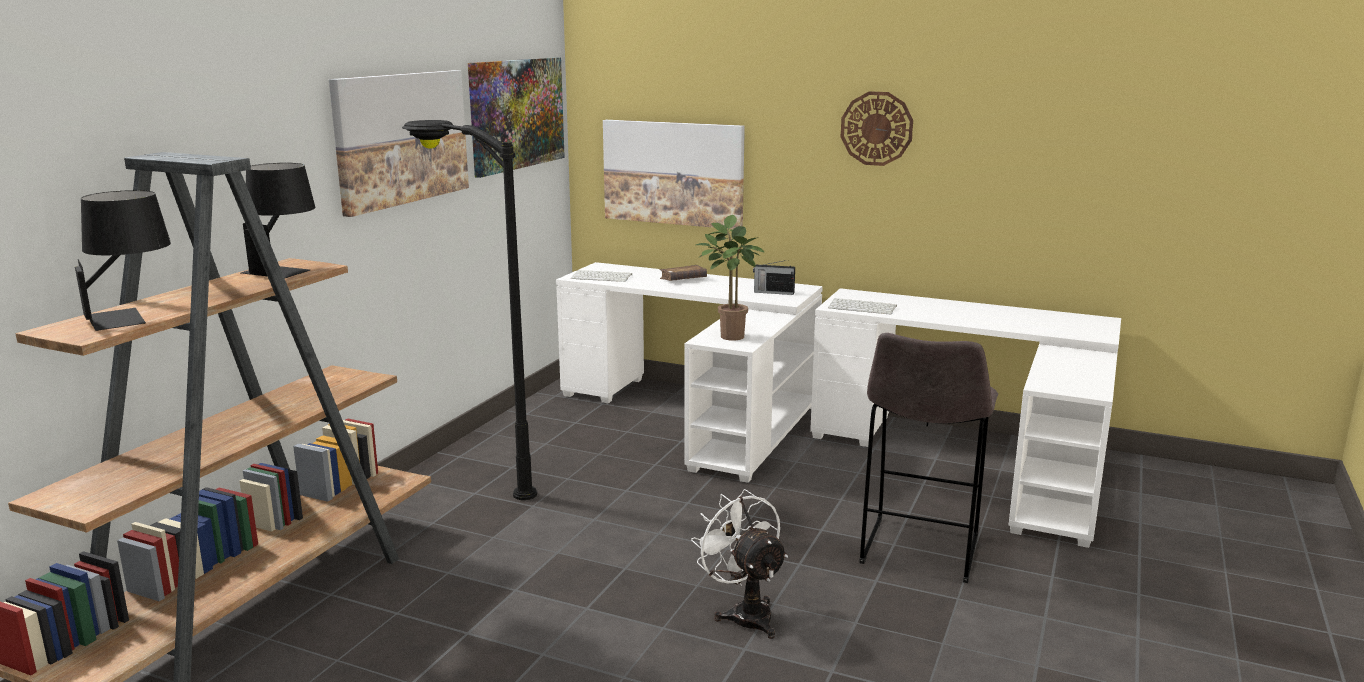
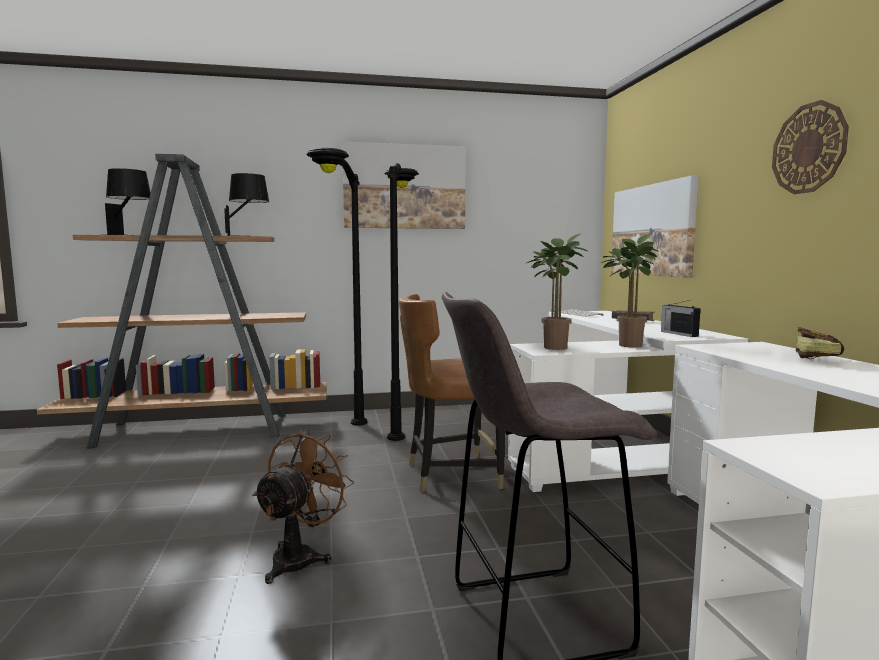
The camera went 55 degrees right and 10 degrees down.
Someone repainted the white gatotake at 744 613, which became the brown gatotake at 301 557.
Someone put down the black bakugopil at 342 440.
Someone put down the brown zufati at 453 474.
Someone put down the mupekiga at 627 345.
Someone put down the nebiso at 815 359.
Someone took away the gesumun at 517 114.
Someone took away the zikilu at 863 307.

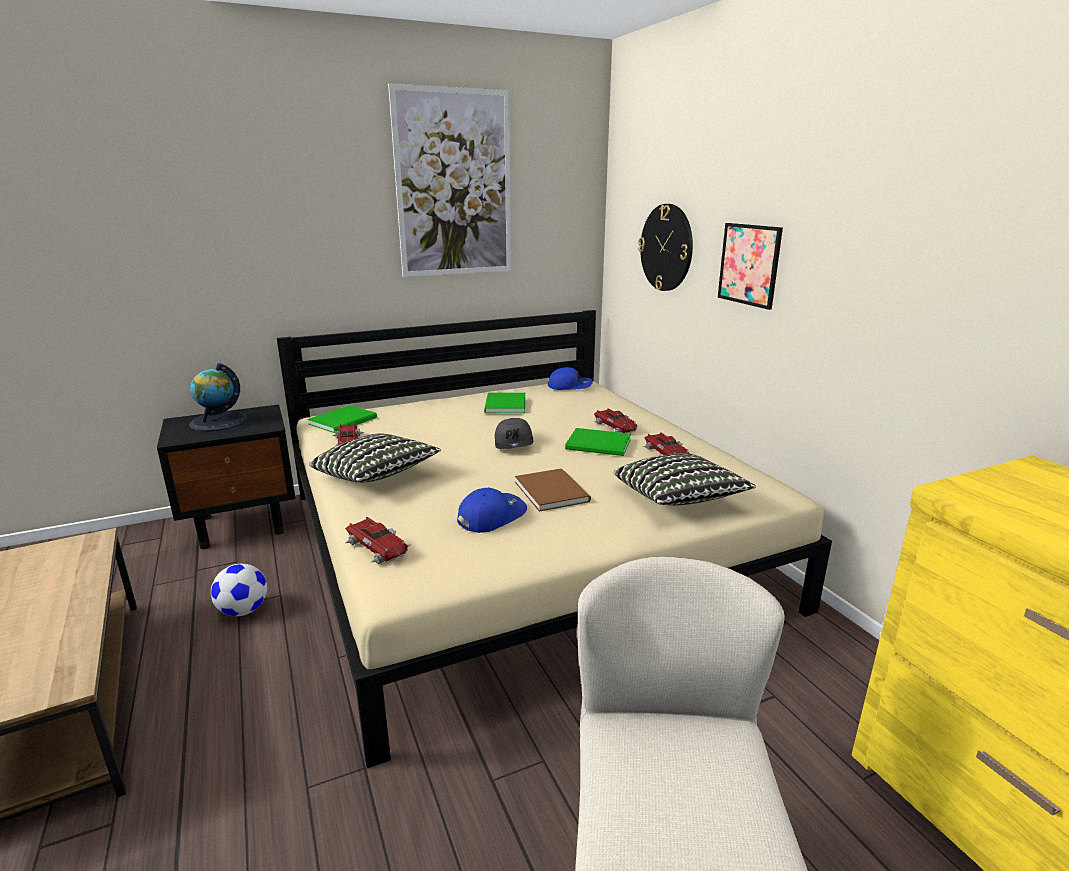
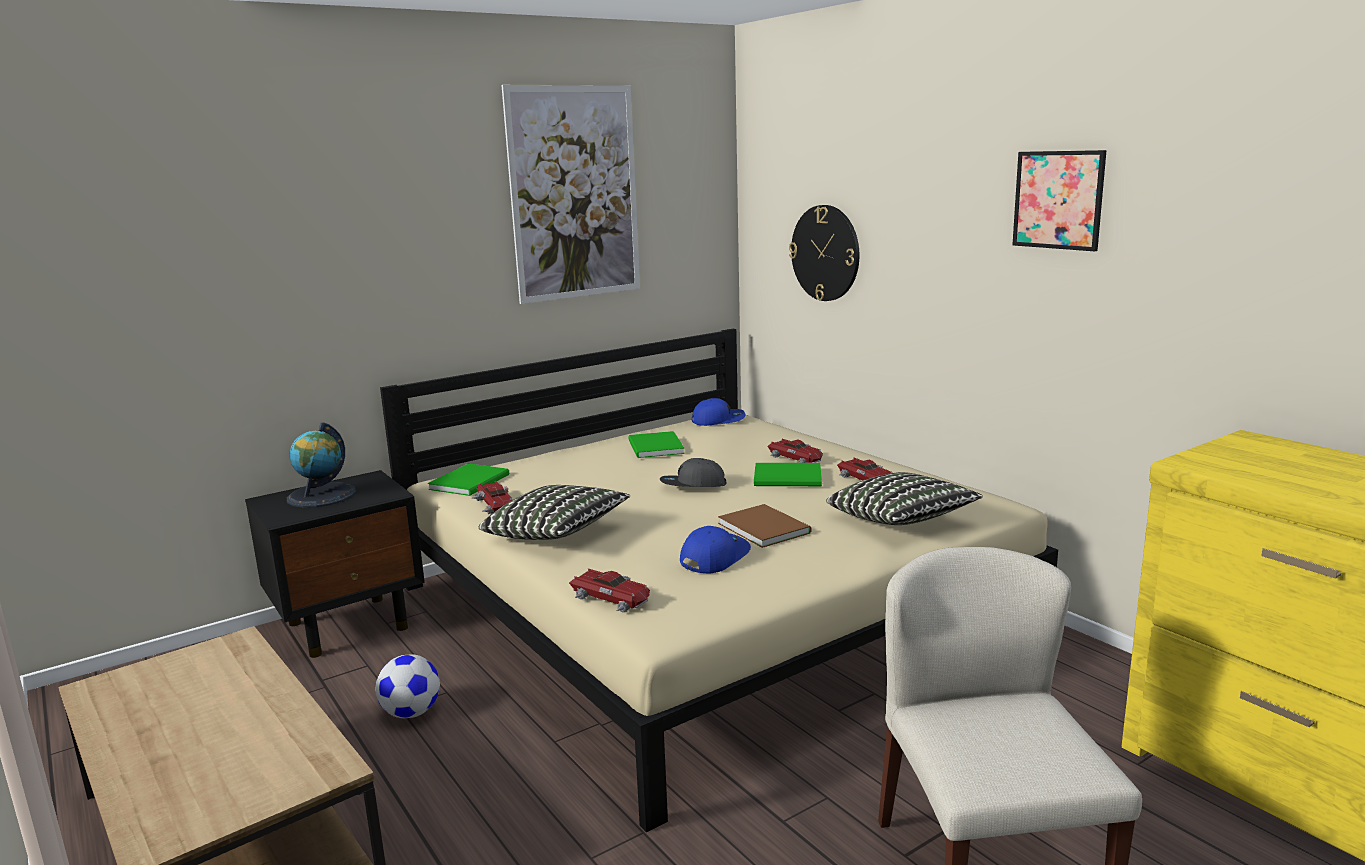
The camera went 10 degrees left and 5 degrees down.
Someone rotated the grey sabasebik at 514 443 by 105 degrees clockwise.
Someone carried the gesumun from 749 264 to 1058 200.

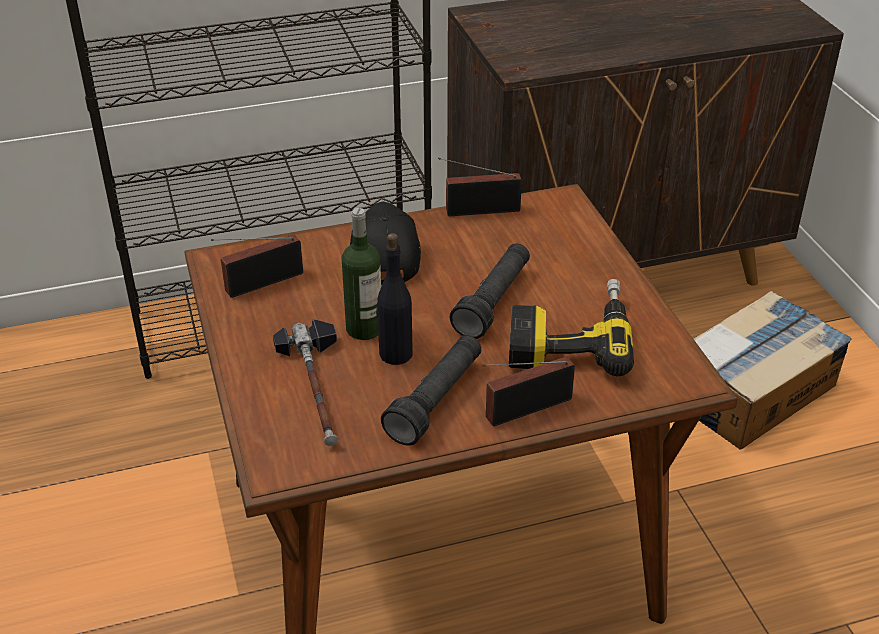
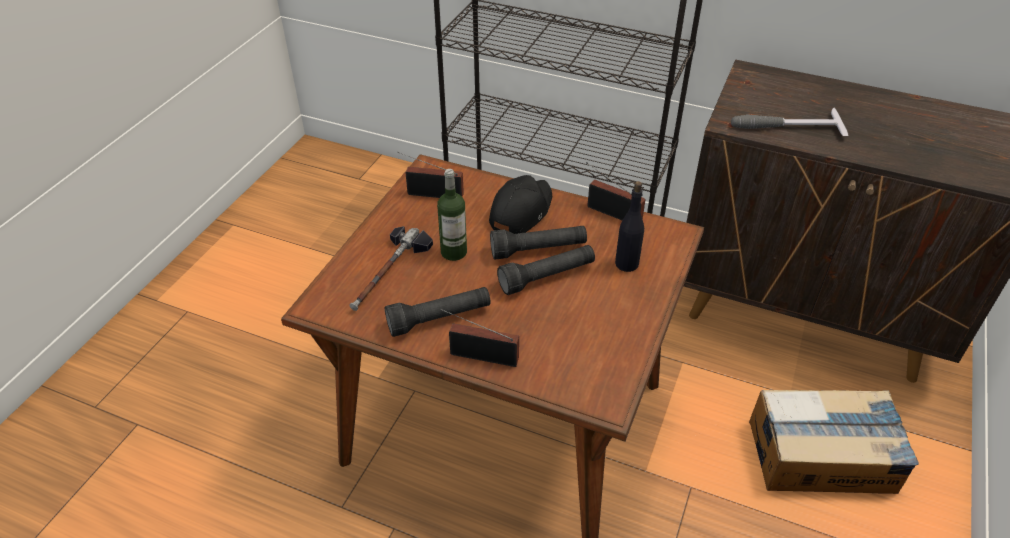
The camera went 40 degrees right and 5 degrees up.
Someone put down the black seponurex at 538 250.
Someone carried the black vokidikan from 395 354 to 626 263.
Someone put down the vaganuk at 784 126.
Someone took away the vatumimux at 569 338.

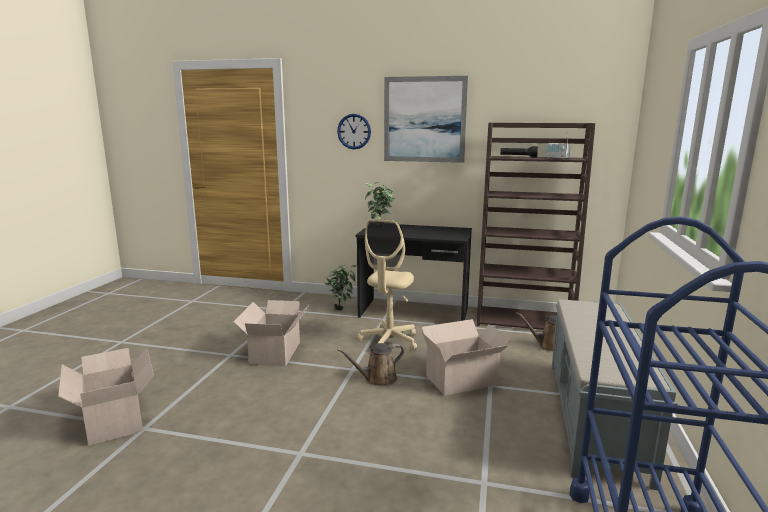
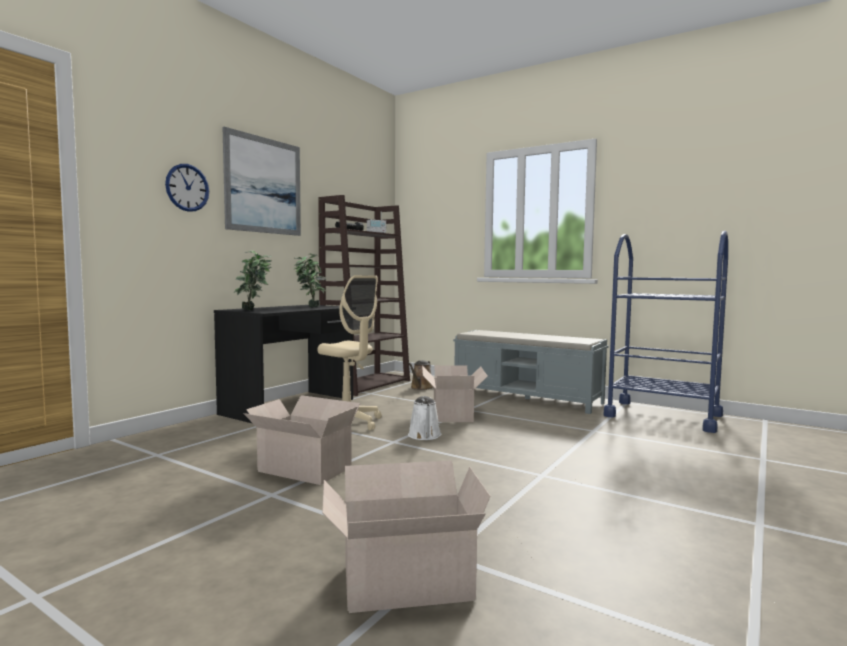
The camera went 70 degrees left and 10 degrees down.
Someone carried the mupekiga from 341 308 to 309 307.
Someone repainted the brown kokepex at 377 379, which became the white kokepex at 425 436.

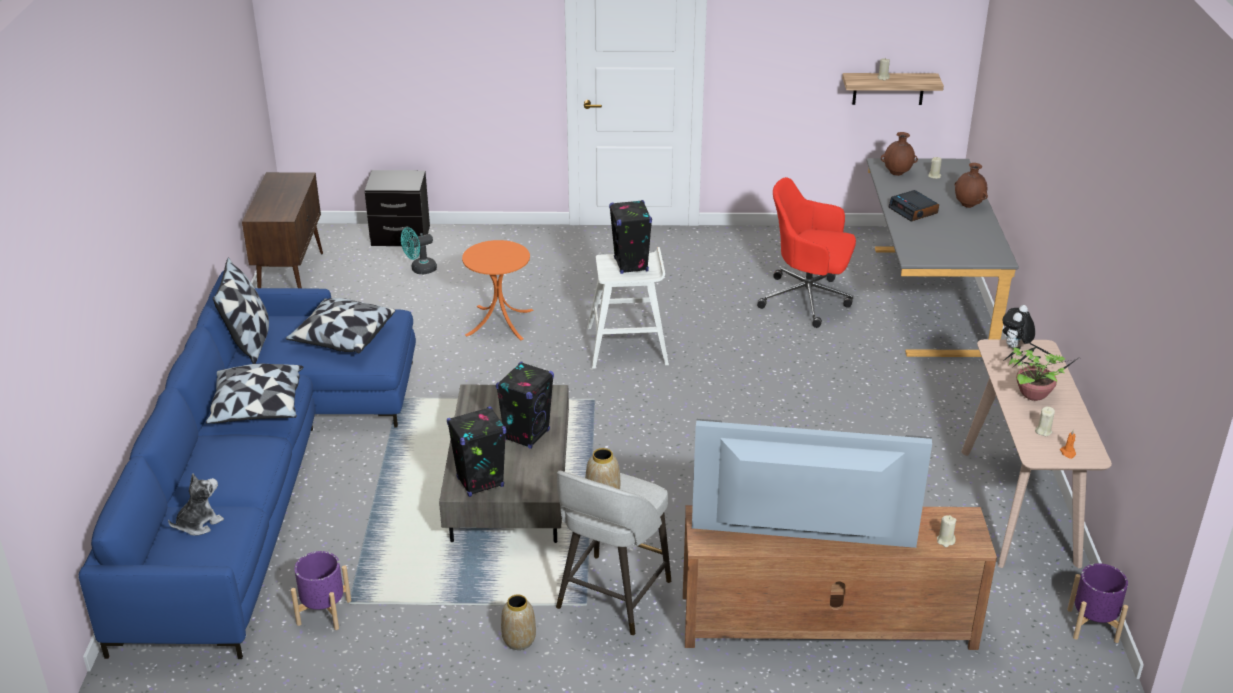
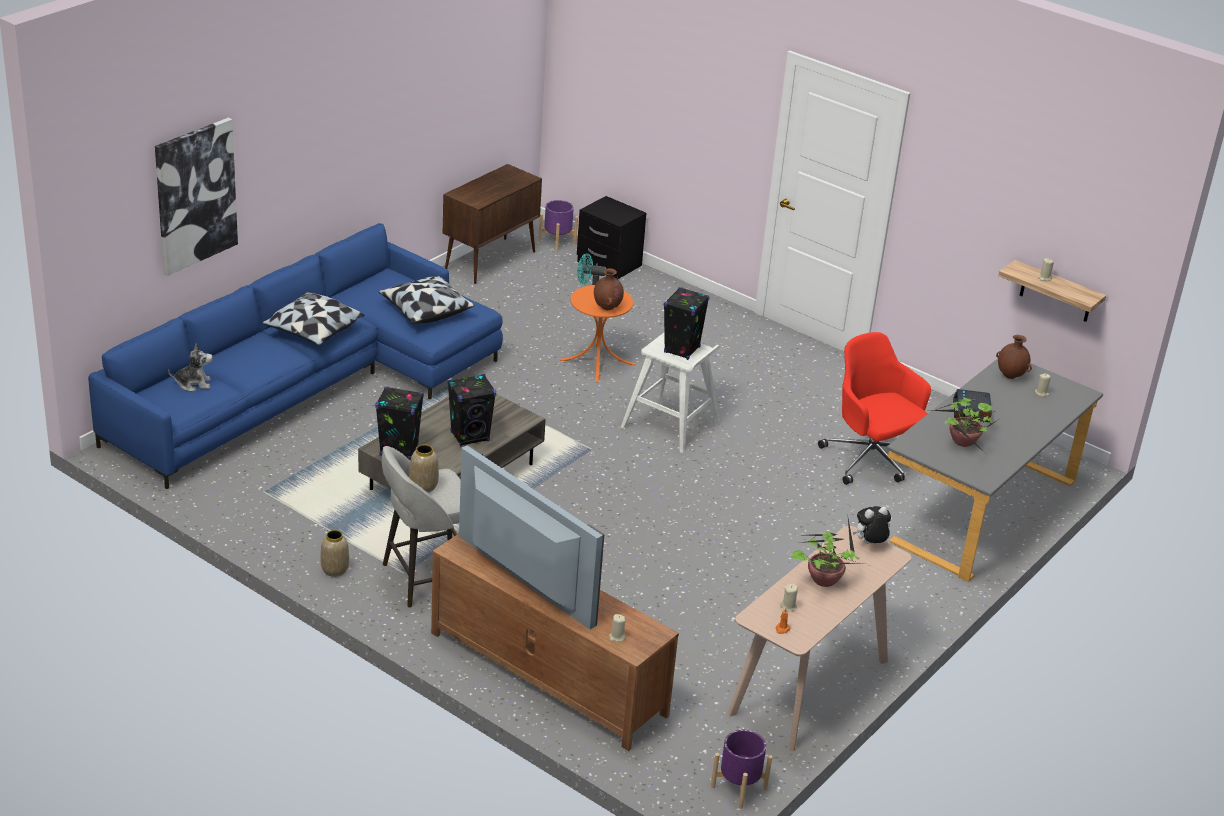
The camera went 35 degrees right and 0 degrees up.
Someone put up the gesumun at 195 195.
Someone carried the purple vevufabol from 324 612 to 557 242.
Someone carried the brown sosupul from 968 205 to 607 308.
Someone put down the mupekiga at 963 444.
Someone took away the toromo at 249 342.

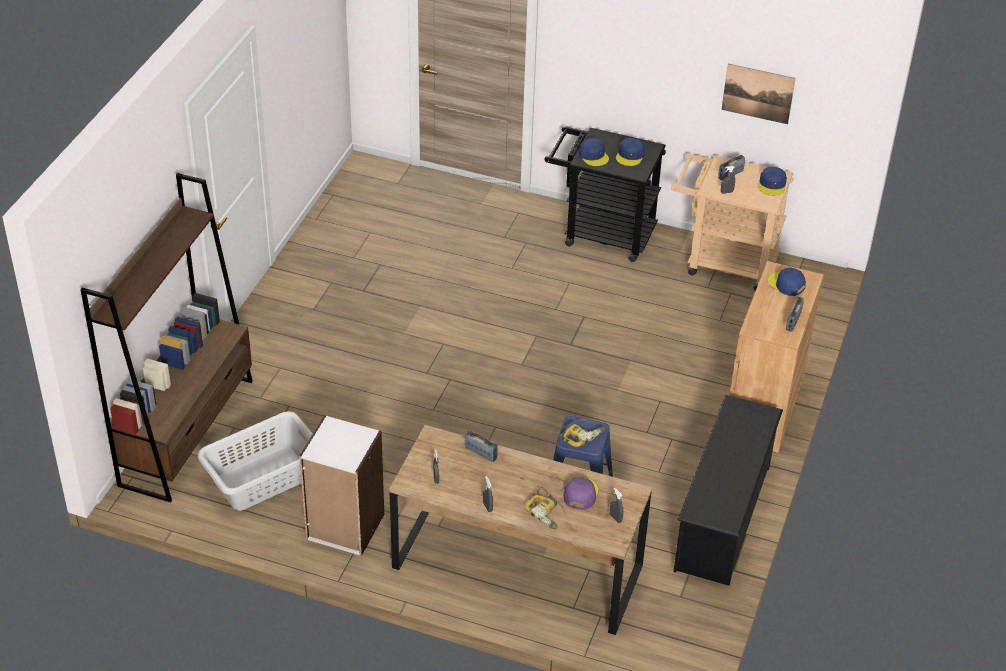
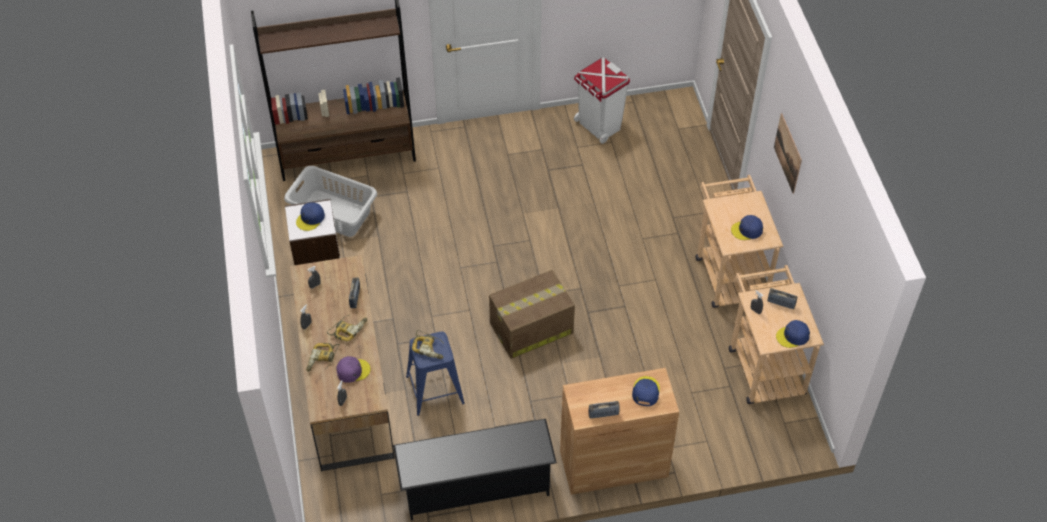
The camera went 60 degrees right and 10 degrees up.
Someone carried the blue sabasebik from 593 155 to 310 218.
Someone put down the vatumimux at 348 329.
Someone put down the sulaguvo at 530 328.
Someone put down the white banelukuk at 599 126.
Someone repainted the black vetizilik at 601 233, which became the beige vetizilik at 729 272.
Someone carried the gesumun from 758 93 to 788 153.

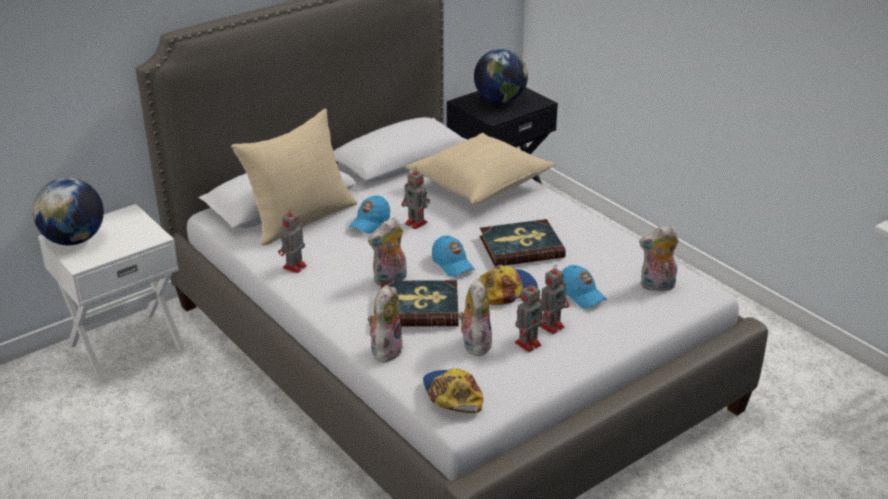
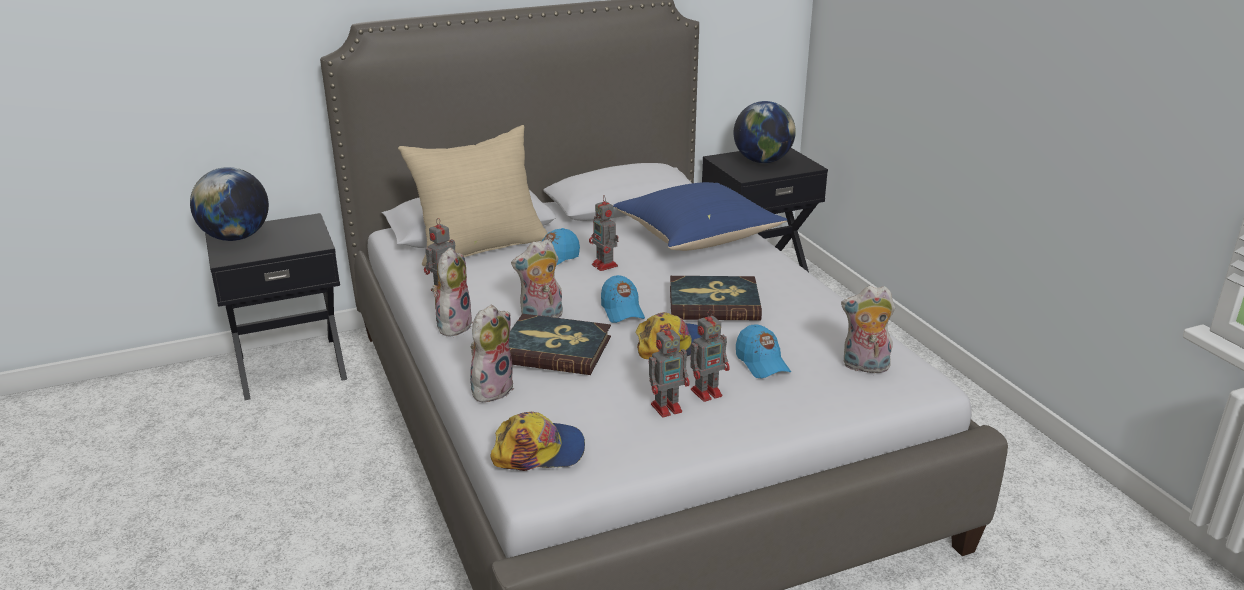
The camera went 15 degrees right and 5 degrees down.
Someone repainted the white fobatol at 125 346, which became the black fobatol at 291 366.
Someone carried the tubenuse from 474 343 to 453 325.
Someone rotated the sabasebik at 452 395 by 90 degrees clockwise.
Someone repainted the beige toromo at 479 186, which became the blue toromo at 697 238.

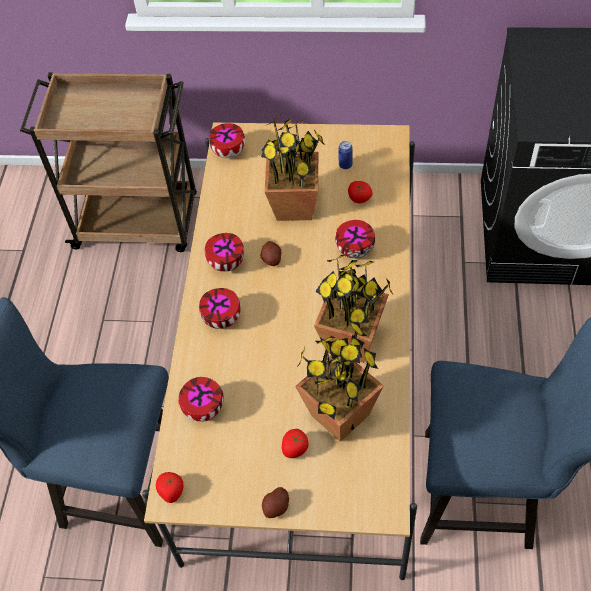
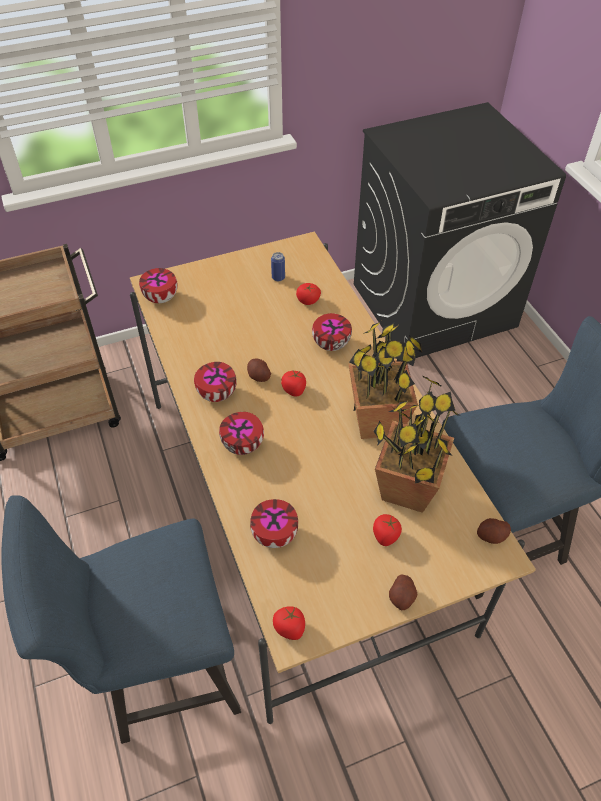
The camera went 30 degrees left and 5 degrees down.
Someone put down the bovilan at 294 390.
Someone put down the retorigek at 491 536.
Someone took away the mupekiga at 294 206.

